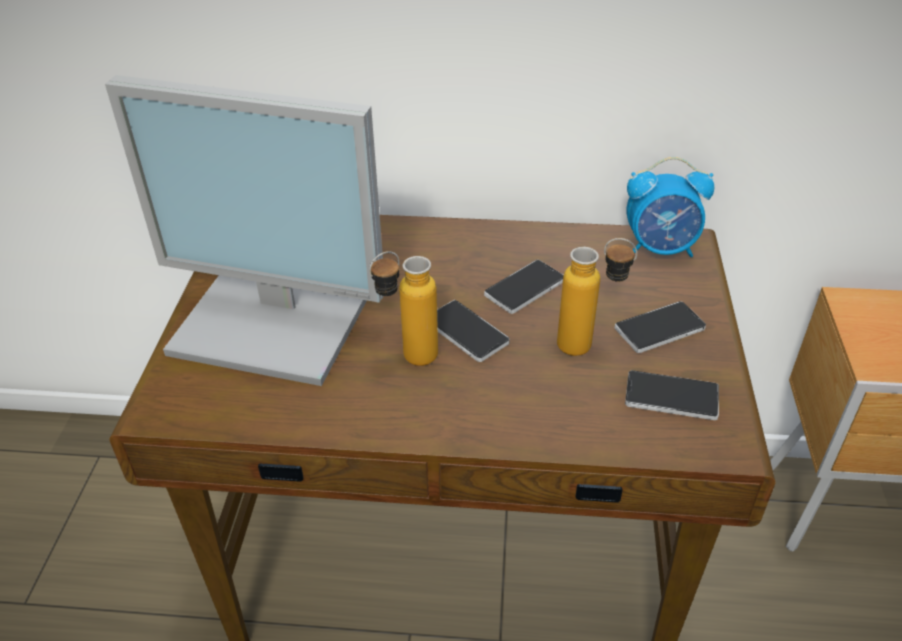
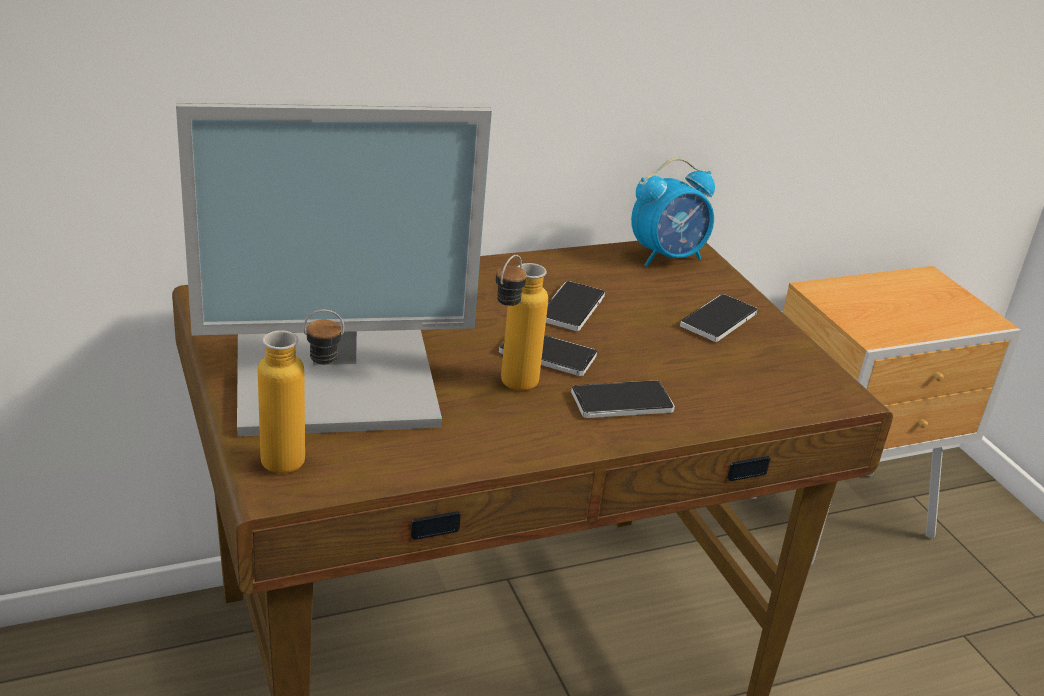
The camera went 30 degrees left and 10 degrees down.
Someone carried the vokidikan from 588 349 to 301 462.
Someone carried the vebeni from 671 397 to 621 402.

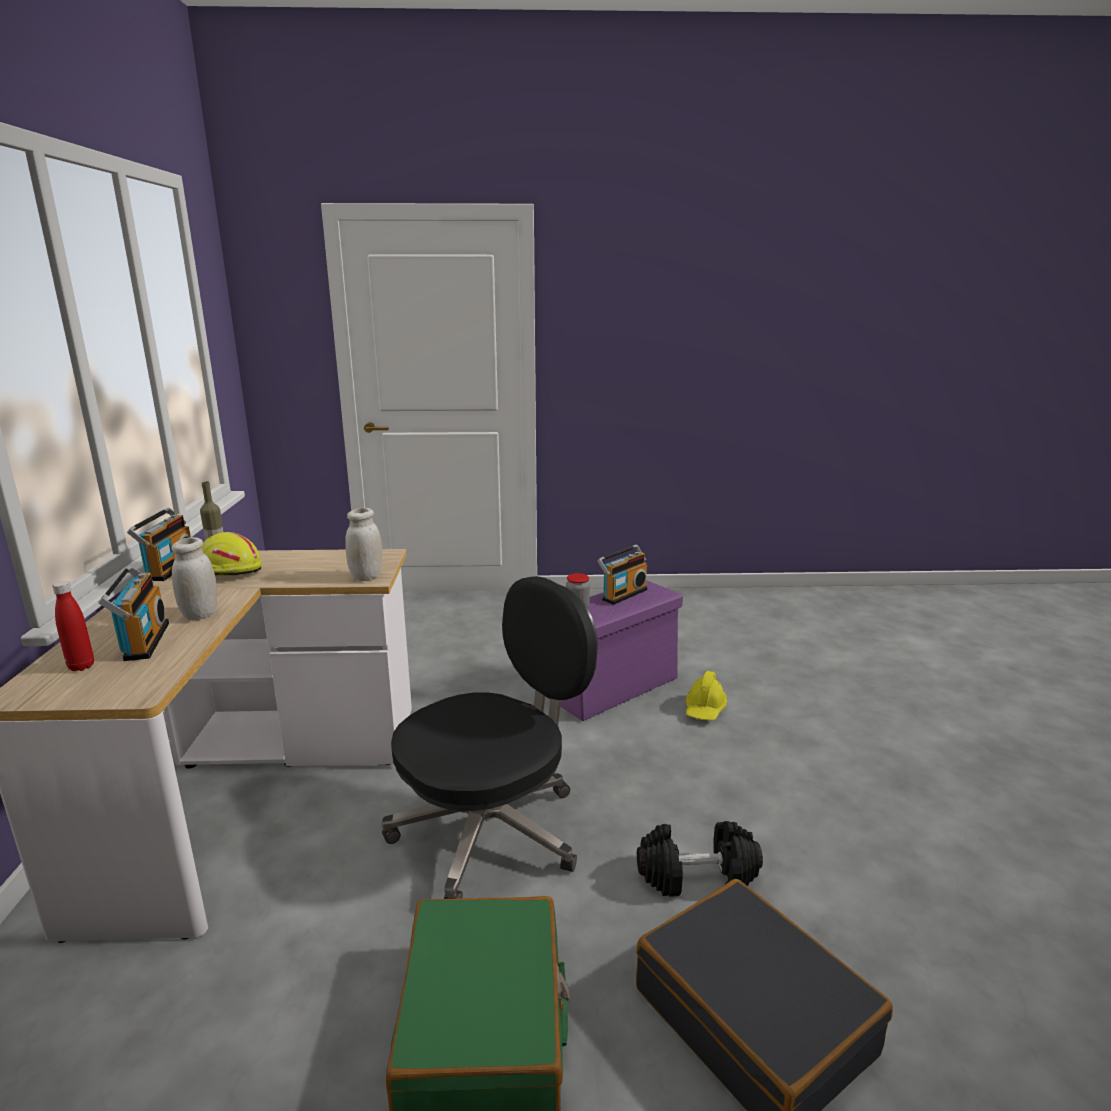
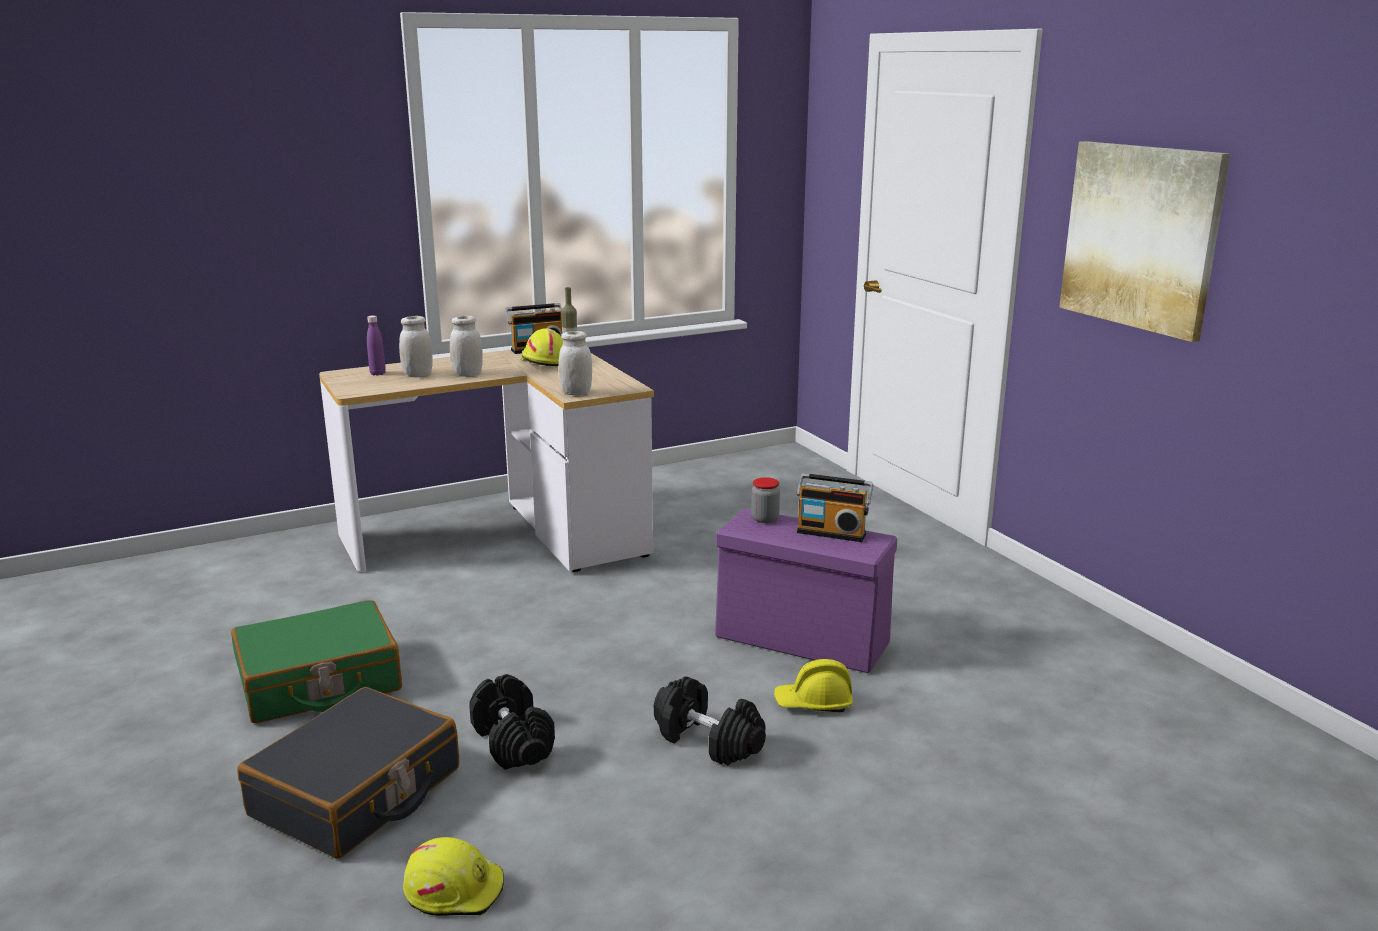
The camera went 65 degrees right and 0 degrees up.
Someone repainted the red vokidikan at 81 666, which became the purple vokidikan at 377 374.
Someone swapped the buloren at 142 642 for the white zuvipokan at 418 375.
Someone put down the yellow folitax at 455 889.
Someone put down the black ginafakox at 707 741.
Someone put up the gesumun at 1141 237.
Someone took away the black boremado at 492 831.

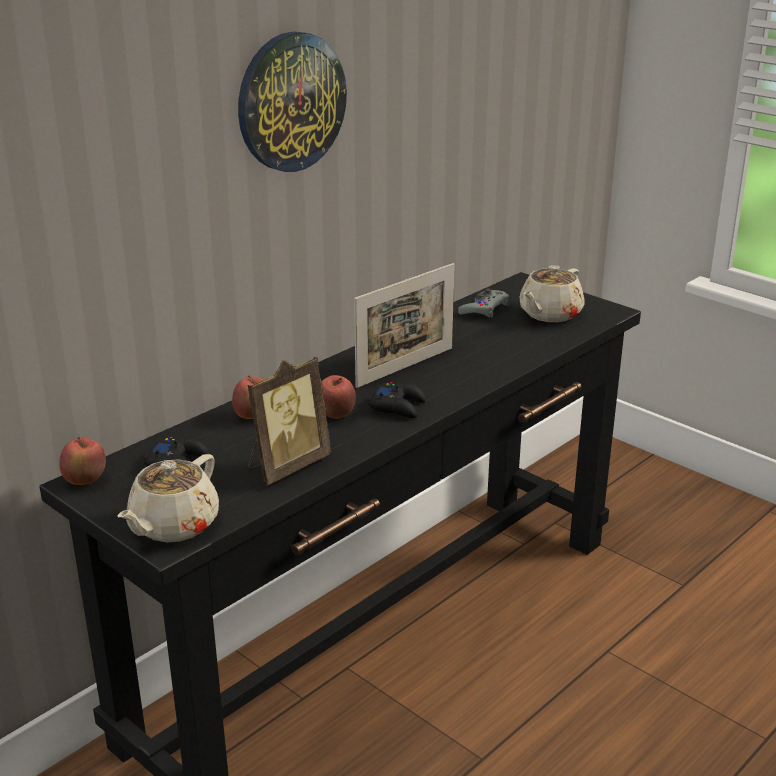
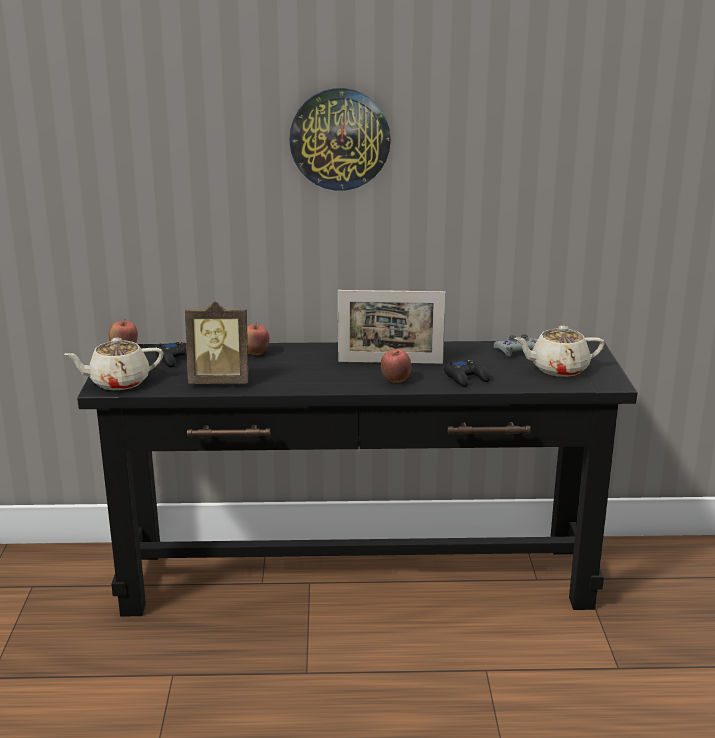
The camera went 45 degrees right and 5 degrees down.
Someone carried the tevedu from 336 415 to 395 380.
Someone carried the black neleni from 398 406 to 466 378.

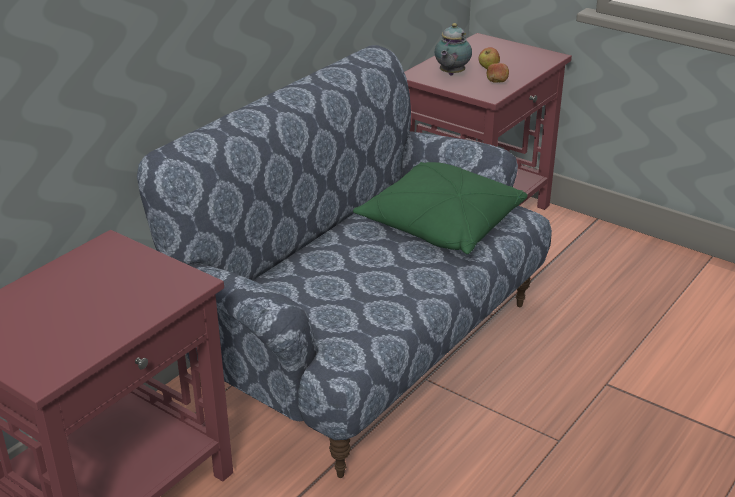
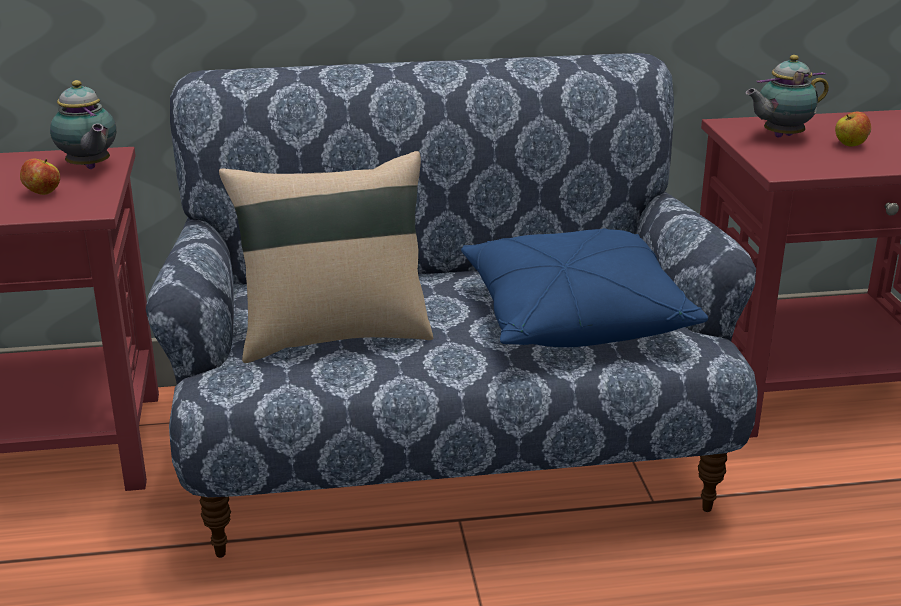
The camera went 45 degrees right and 5 degrees down.
Someone carried the tevedu from 497 82 to 42 193.
Someone put down the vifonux at 89 168.
Someone put down the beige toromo at 334 335.
Someone repainted the green toromo at 440 226, which became the blue toromo at 573 318.

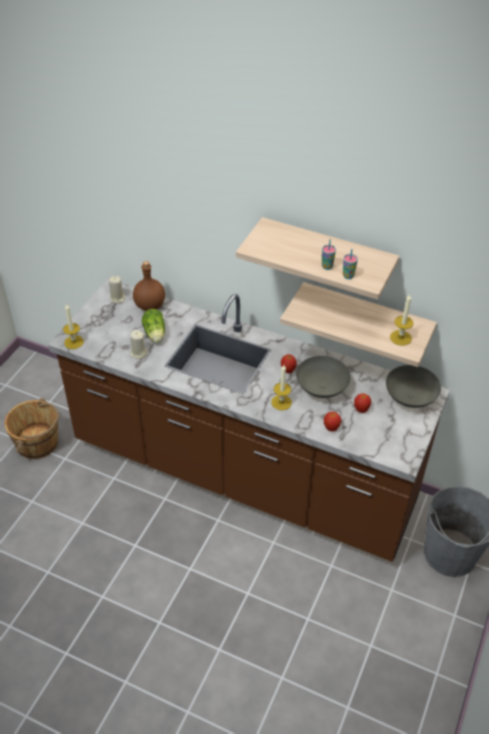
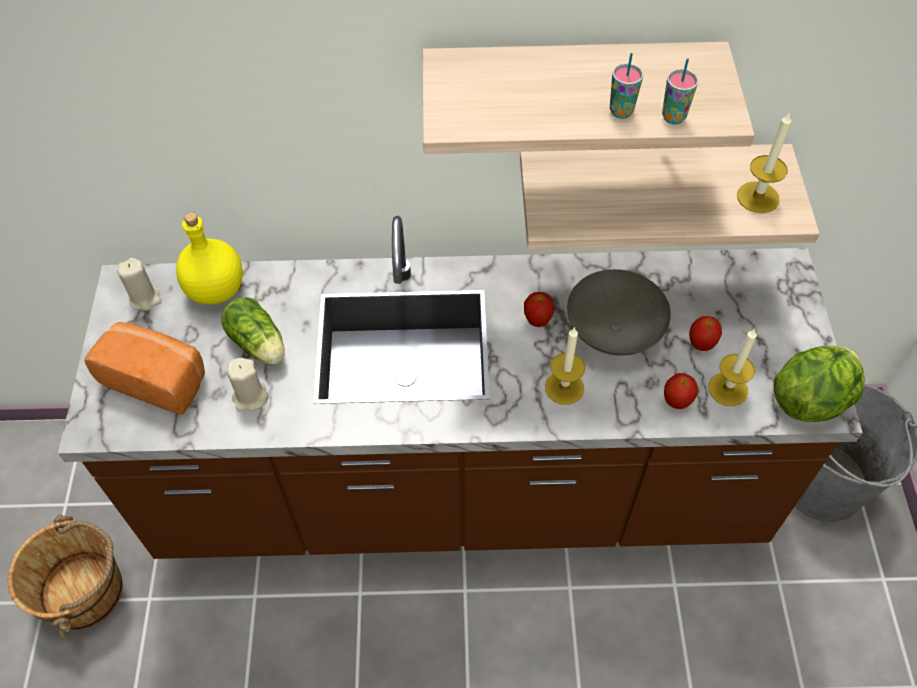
The camera went 25 degrees left and 10 degrees up.
Someone put down the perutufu at 157 378.
Someone repainted the brown vokidikan at 150 306, which became the yellow vokidikan at 217 290.
Someone carried the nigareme from 74 342 to 728 389.
Someone put down the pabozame at 811 399.
Someone took away the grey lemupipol at 409 397.

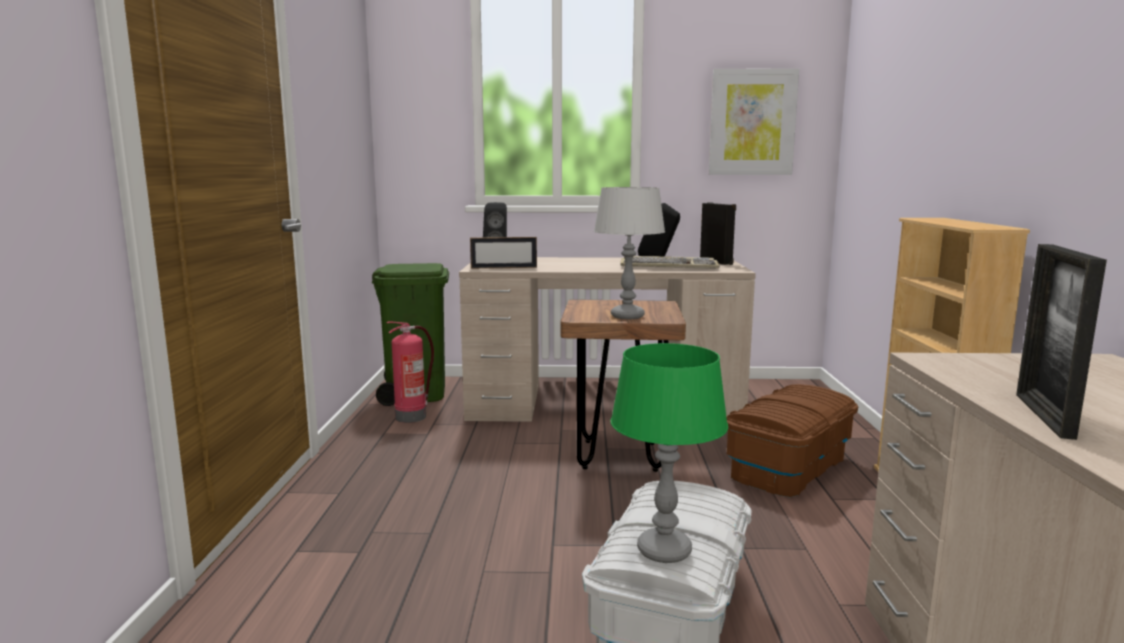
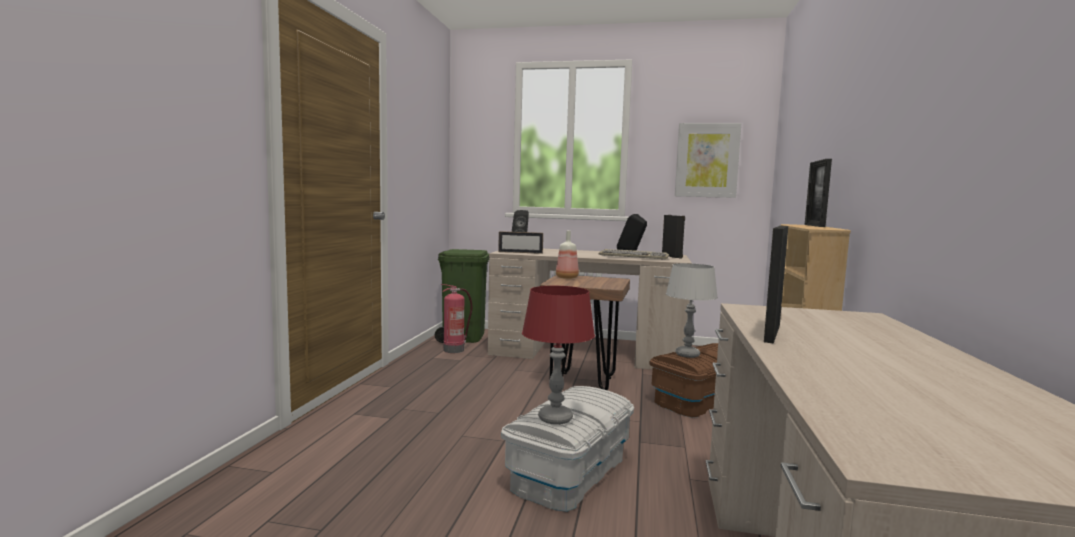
The camera went 10 degrees right and 5 degrees down.
Someone repainted the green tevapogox at 663 551, which became the red tevapogox at 555 418.
Someone put down the vokidikan at 566 277.
Someone carried the grey tevapogox from 627 316 to 687 354.
Someone put down the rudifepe at 814 225.

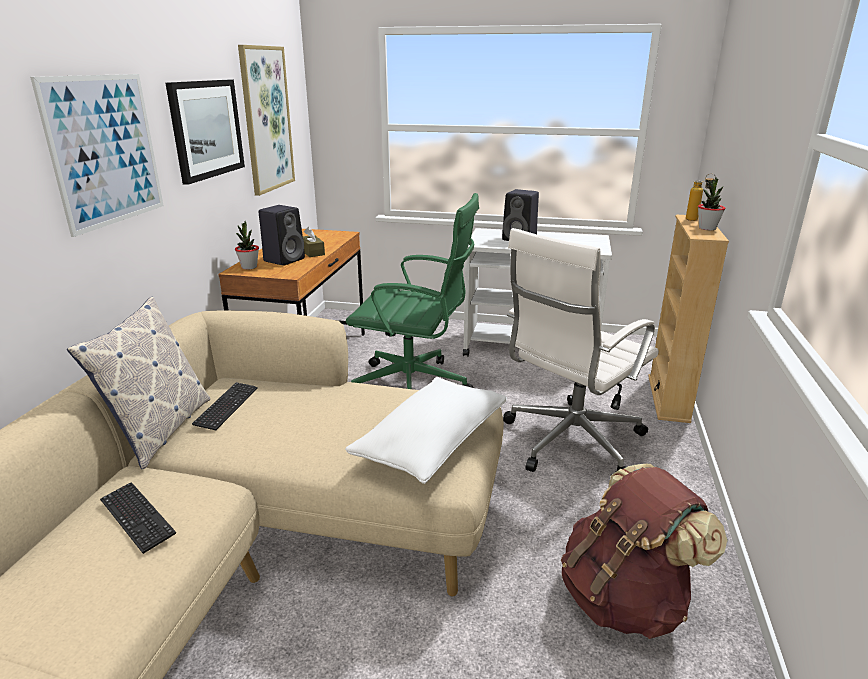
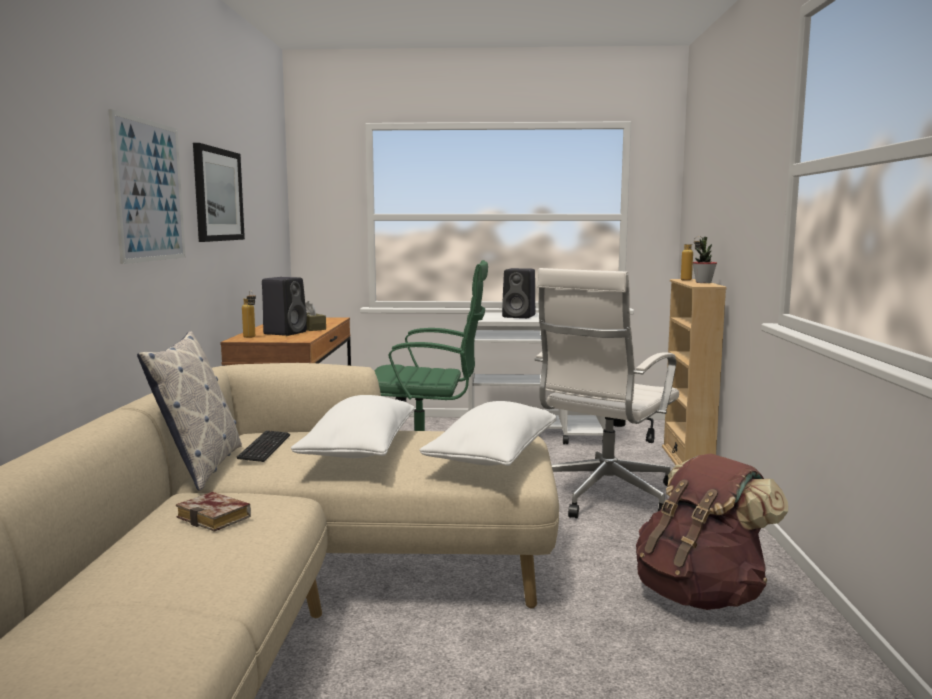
The camera went 10 degrees left and 15 degrees down.
Someone swapped the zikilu at 137 518 for the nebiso at 217 518.
Someone swapped the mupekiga at 249 267 for the vokidikan at 251 337.
Someone put down the white toromo at 359 450.
Someone took away the gesumun at 266 119.

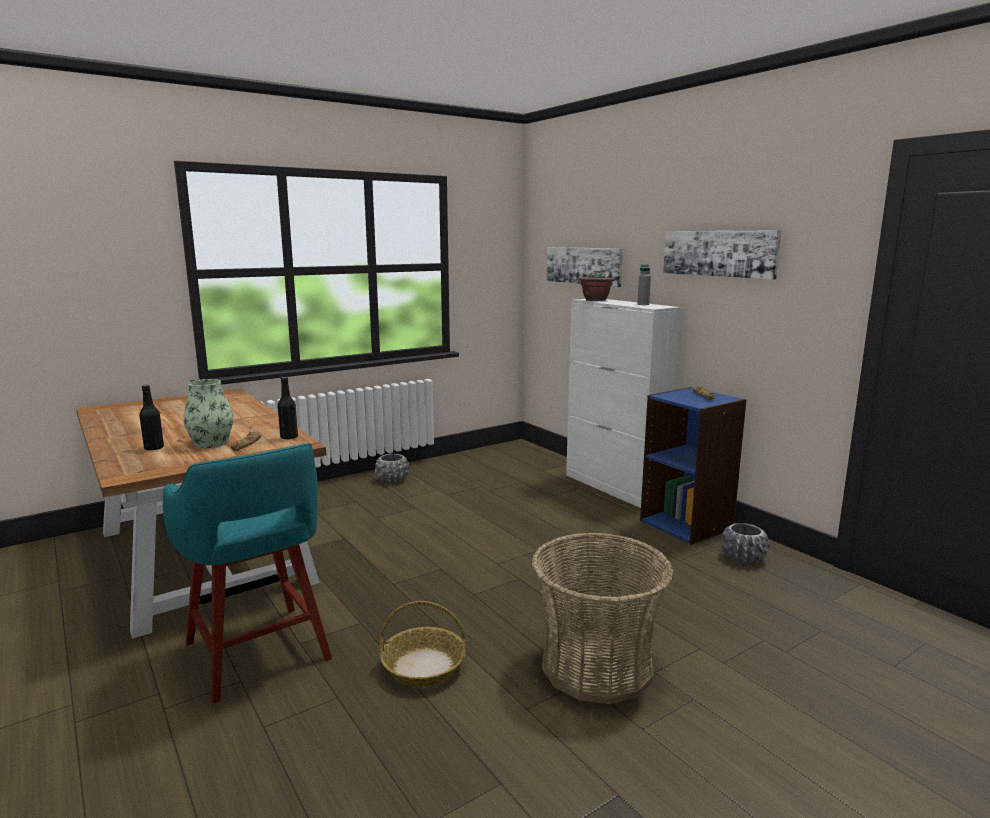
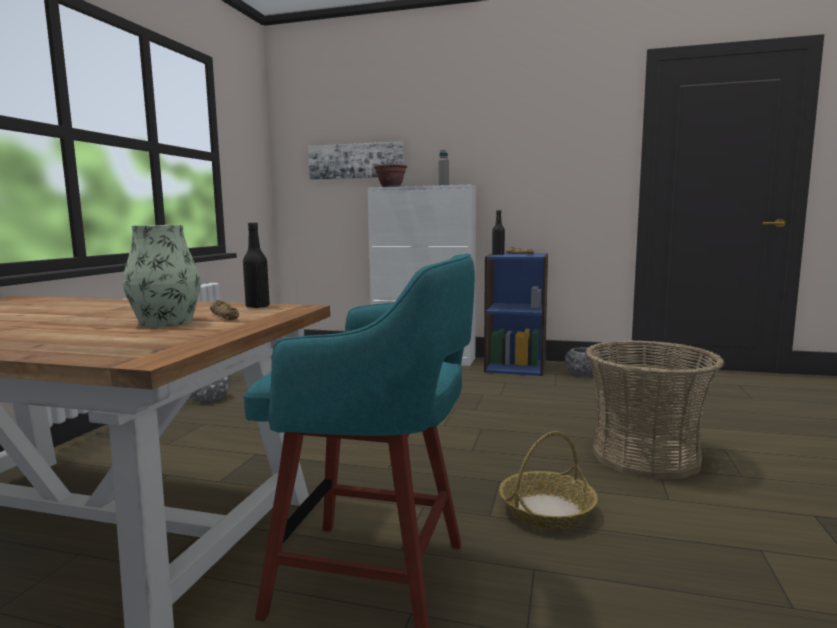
The camera went 40 degrees left and 5 degrees down.
Someone carried the black vokidikan from 154 448 to 498 254.
Someone took away the gesumun at 719 253.

